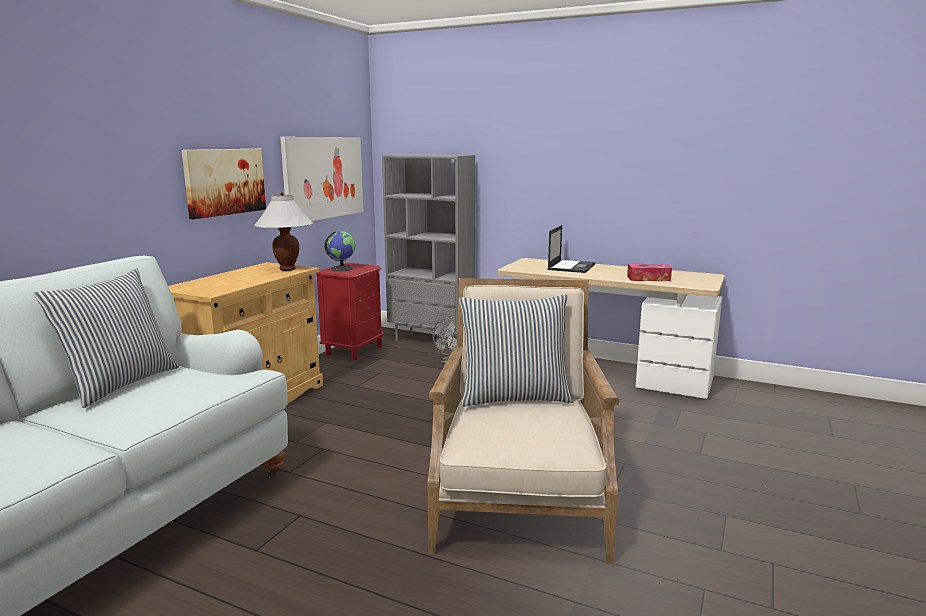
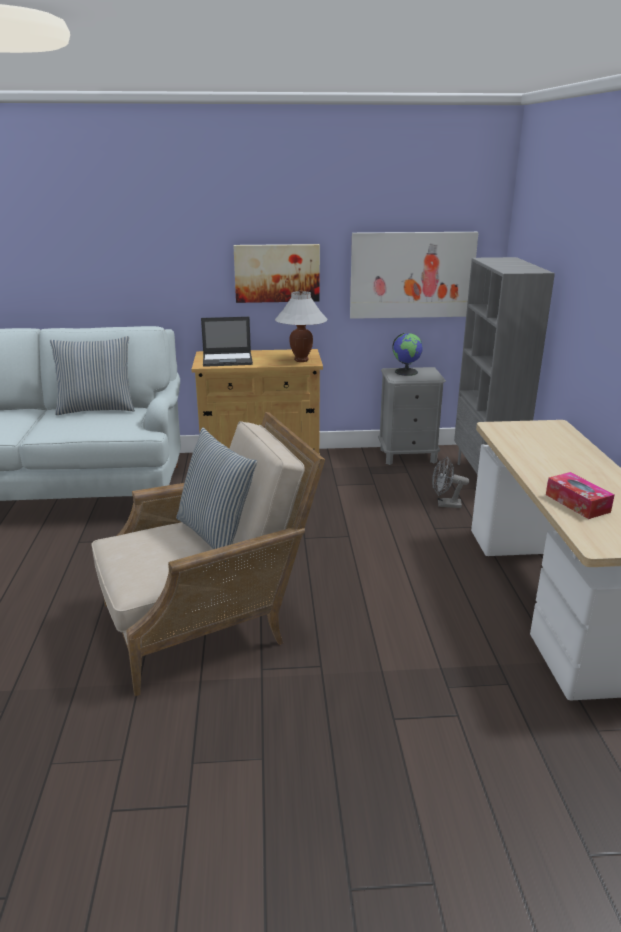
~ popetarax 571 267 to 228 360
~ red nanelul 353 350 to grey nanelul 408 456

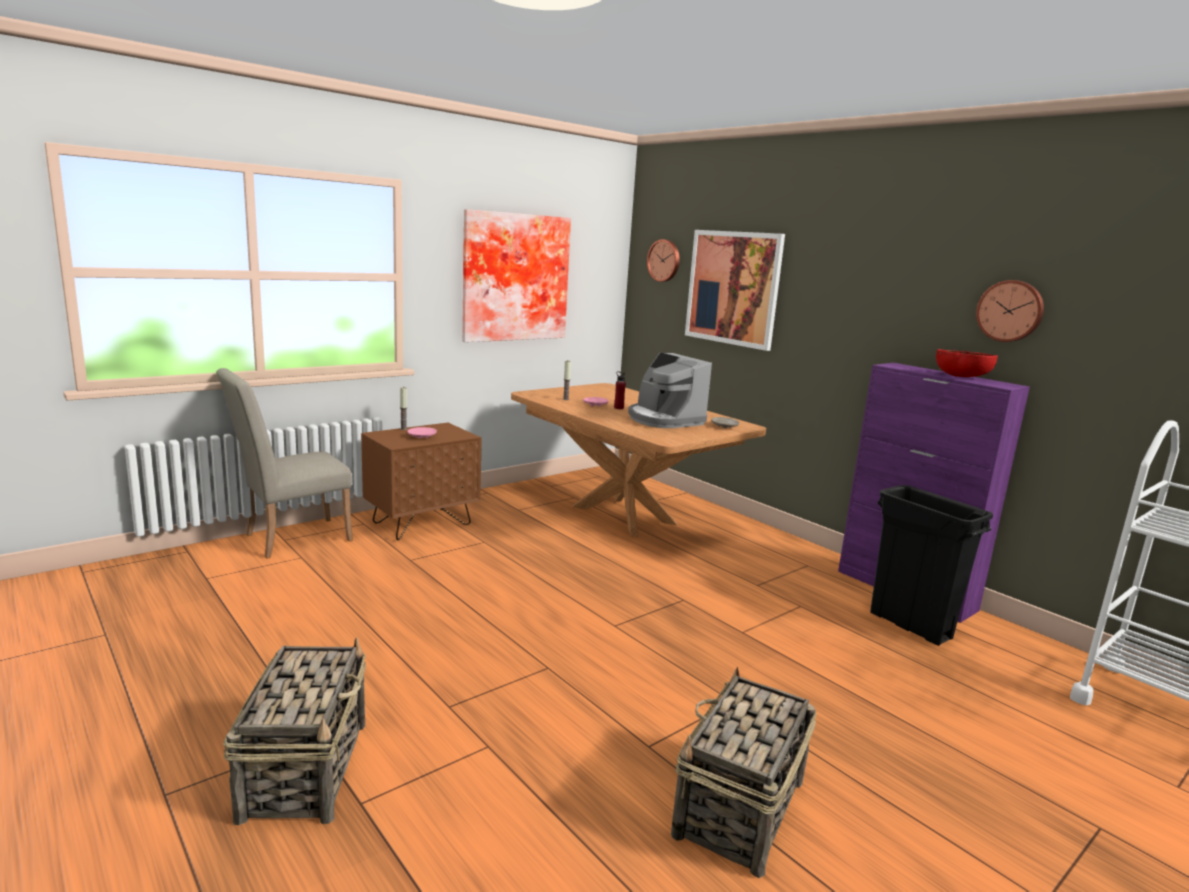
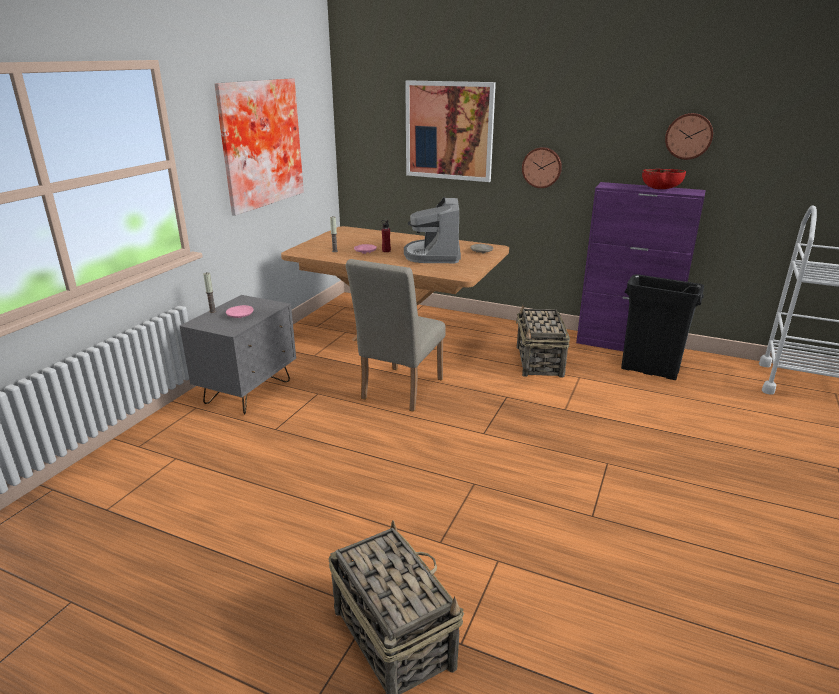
~ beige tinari 290 539 to 399 391
~ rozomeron 664 260 to 542 167
~ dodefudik 739 809 to 539 362
~ brown nanelul 422 524 to grey nanelul 248 392
~ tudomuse 664 419 = 433 255 60 degrees clockwise

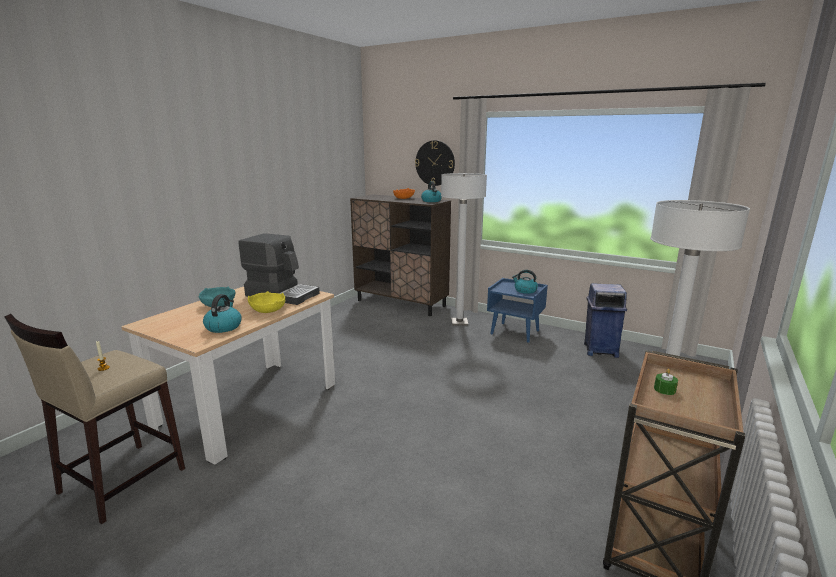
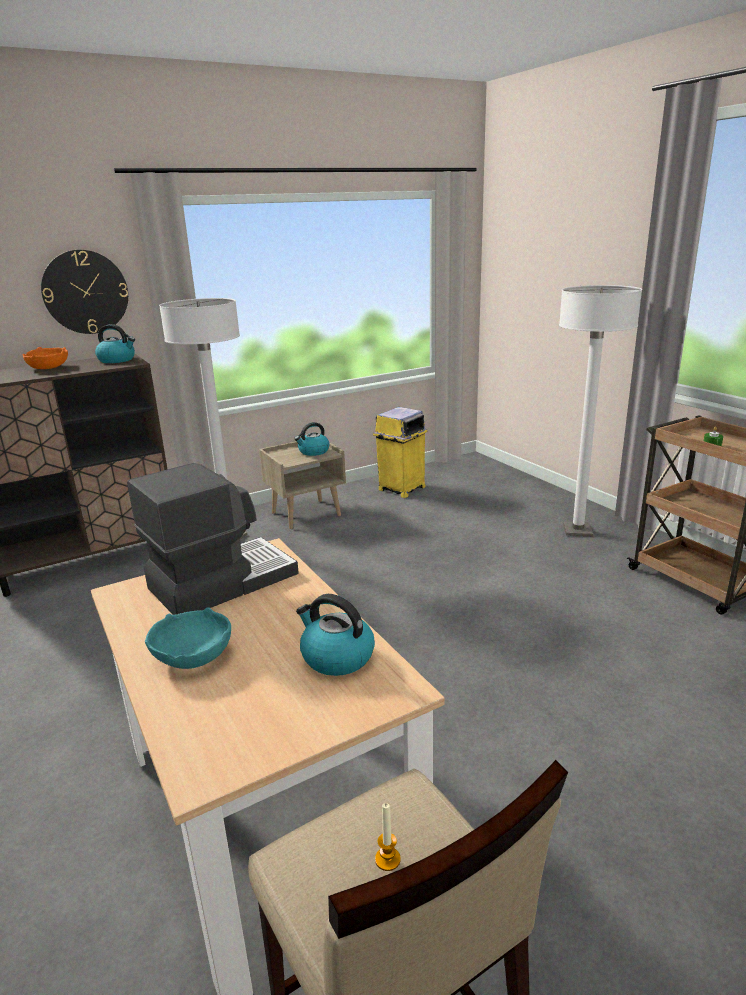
- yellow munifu 268 310
~ blue nanelul 515 332 to beige nanelul 306 514
~ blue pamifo 599 350 to yellow pamifo 401 489

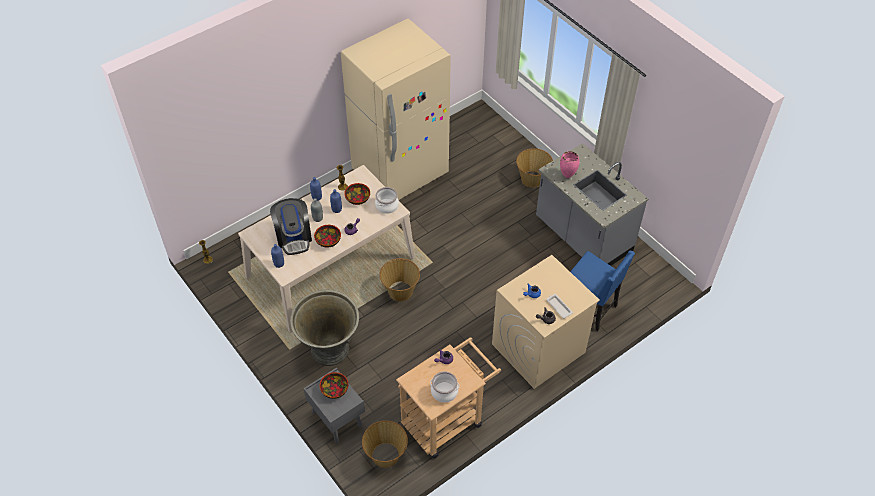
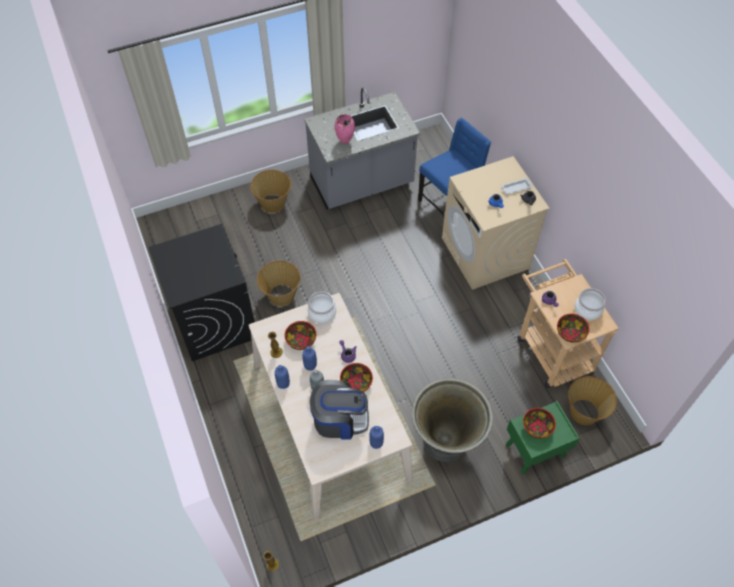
+ munifu 570 333
~ dodefudik 400 291 to 281 295
~ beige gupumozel 400 173 to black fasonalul 214 320
~ grey nanelul 336 418 to green nanelul 534 451

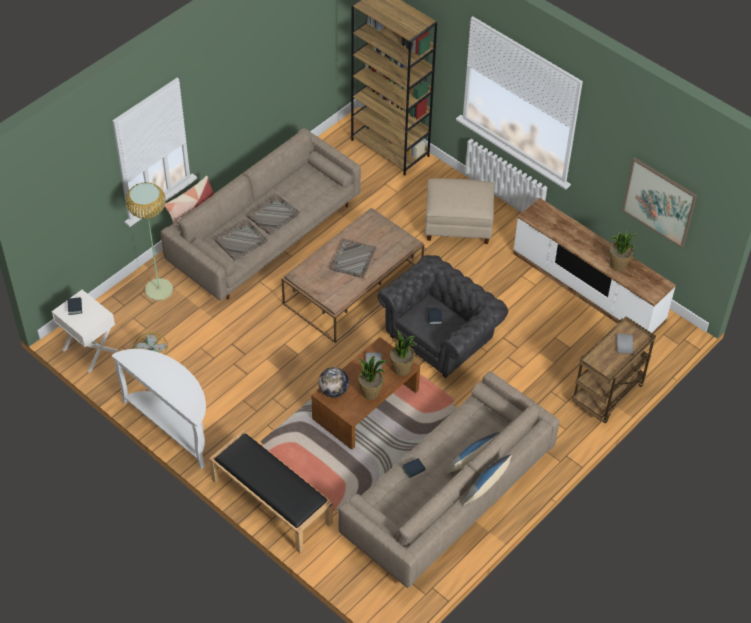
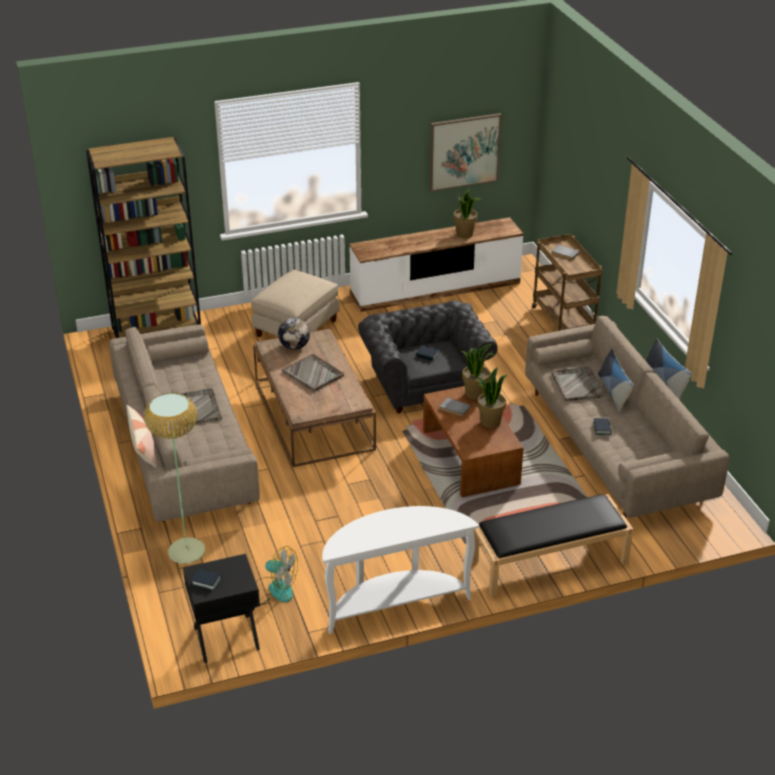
~ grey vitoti 241 240 to 577 385
~ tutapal 333 391 to 294 347
~ white nanelul 89 351 to black nanelul 226 638

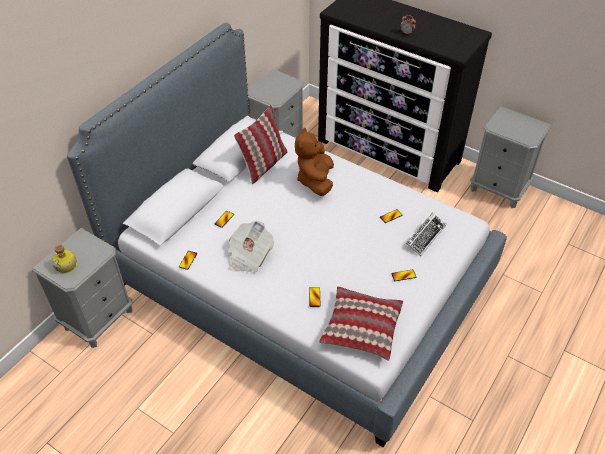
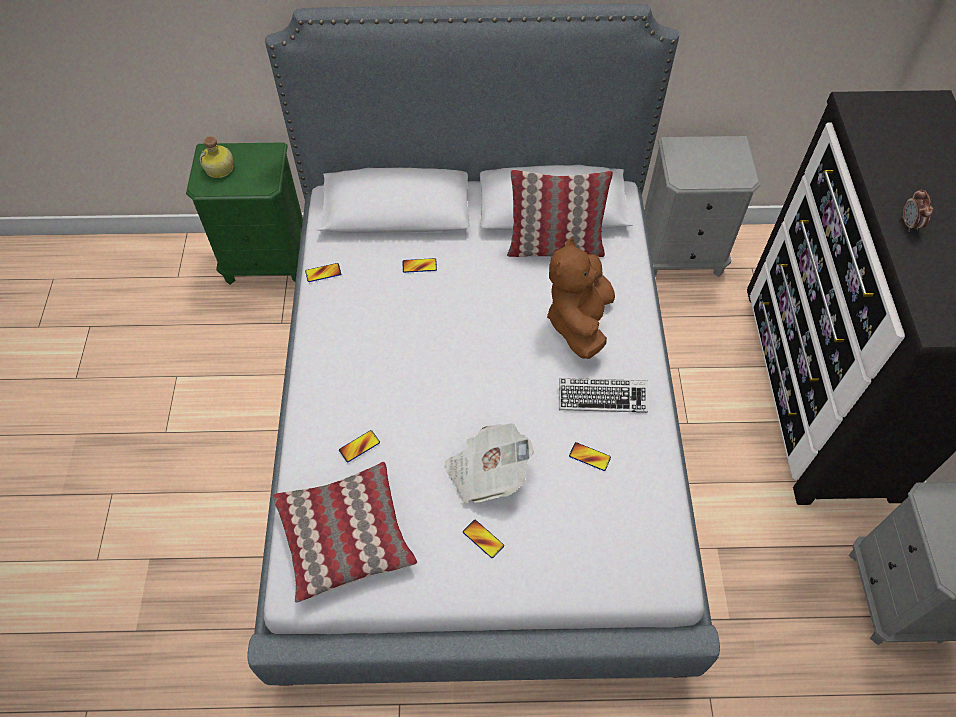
~ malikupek 249 256 to 487 472
~ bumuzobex 425 236 to 602 397
~ grey nanelul 98 318 to green nanelul 267 260
~ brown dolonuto 315 180 = 579 321 45 degrees counterclockwise

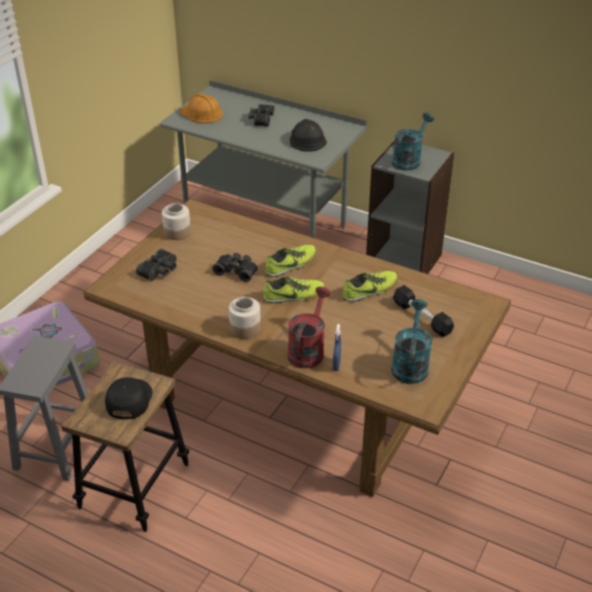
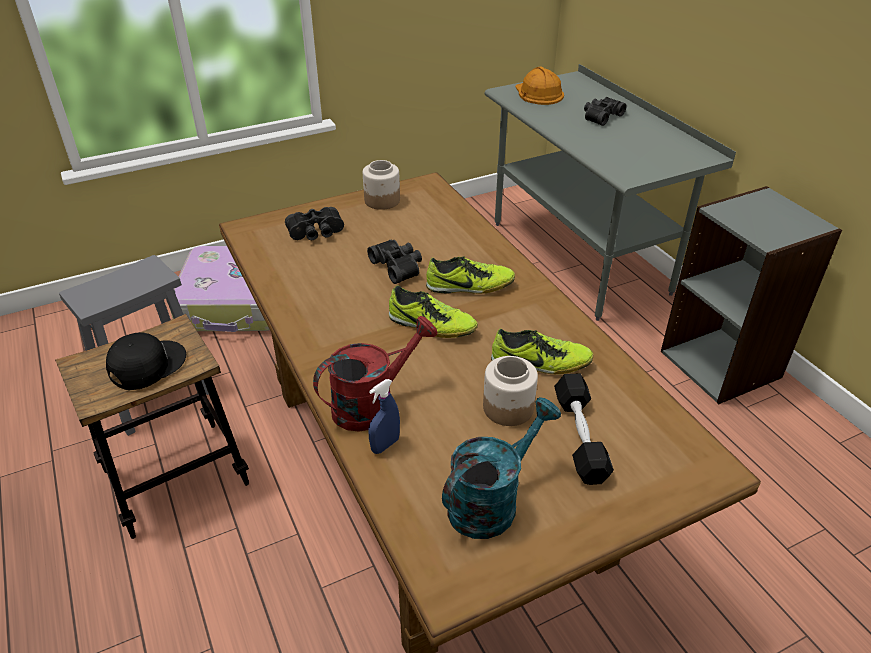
- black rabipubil 306 139
- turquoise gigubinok 409 160
~ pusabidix 244 329 to 507 407

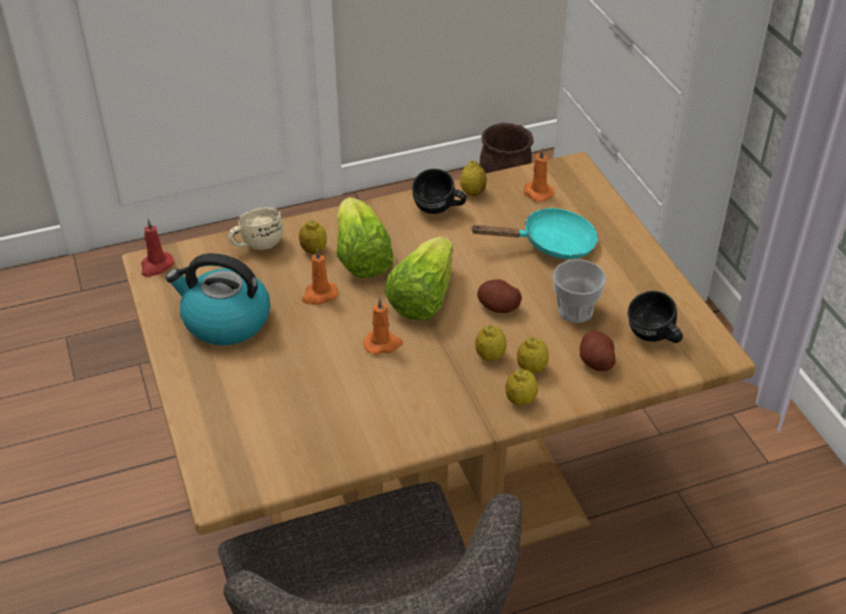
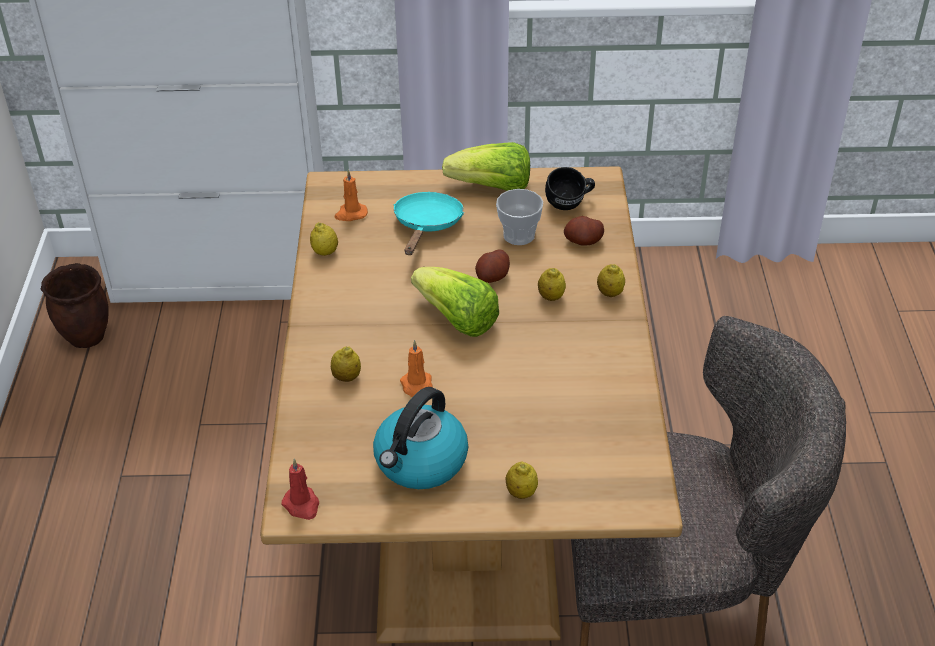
- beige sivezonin 256 244
- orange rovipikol 383 344
- black sivezonin 438 210
~ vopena 361 257 to 492 187
~ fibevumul 531 368 to 521 492

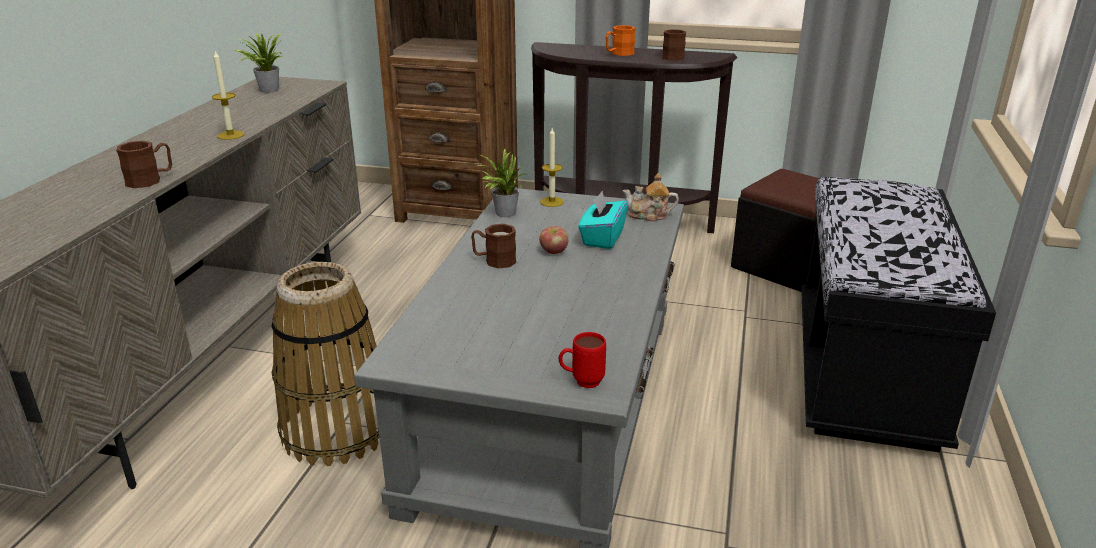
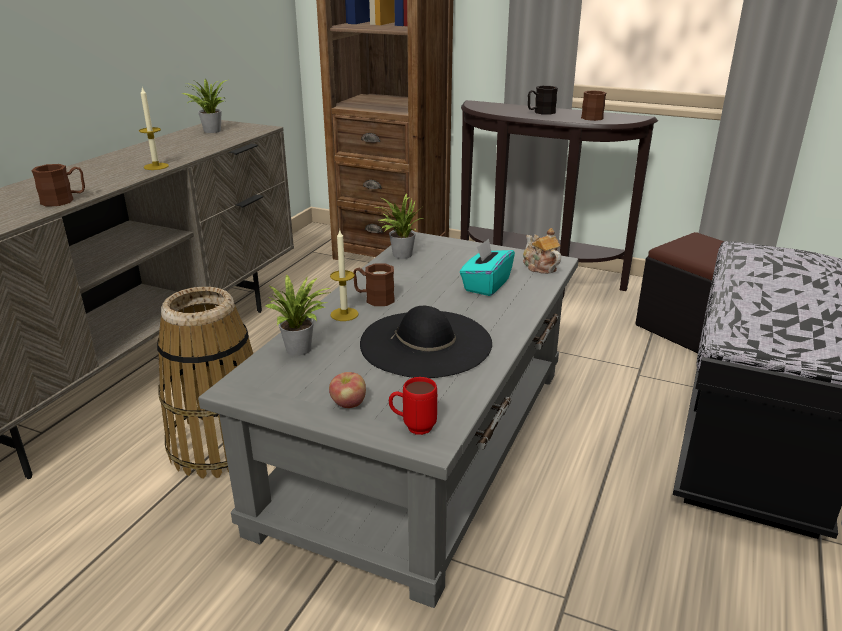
+ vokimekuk 302 349
+ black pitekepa 426 343
~ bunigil 554 252 to 349 404
~ rovipikol 552 202 to 344 314
~ orange sivezonin 619 53 to black sivezonin 540 112
~ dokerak 648 215 = 539 267 45 degrees clockwise

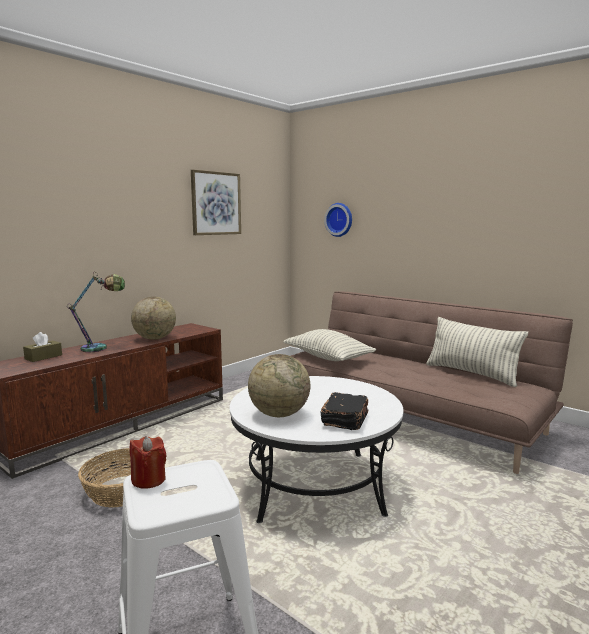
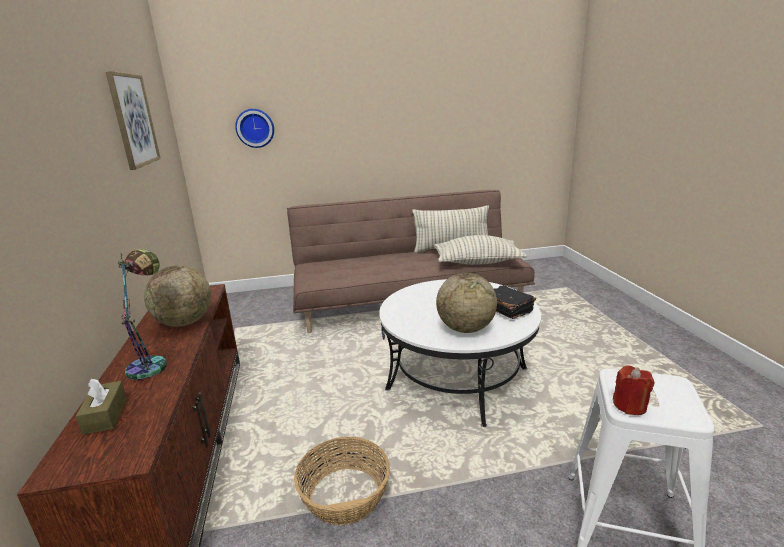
~ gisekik 328 358 to 477 262

